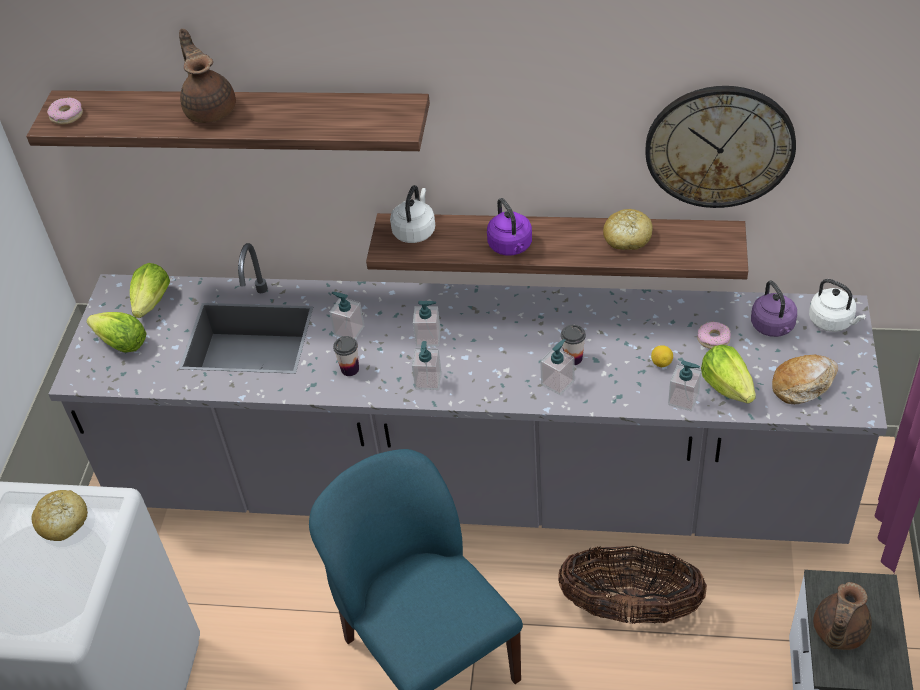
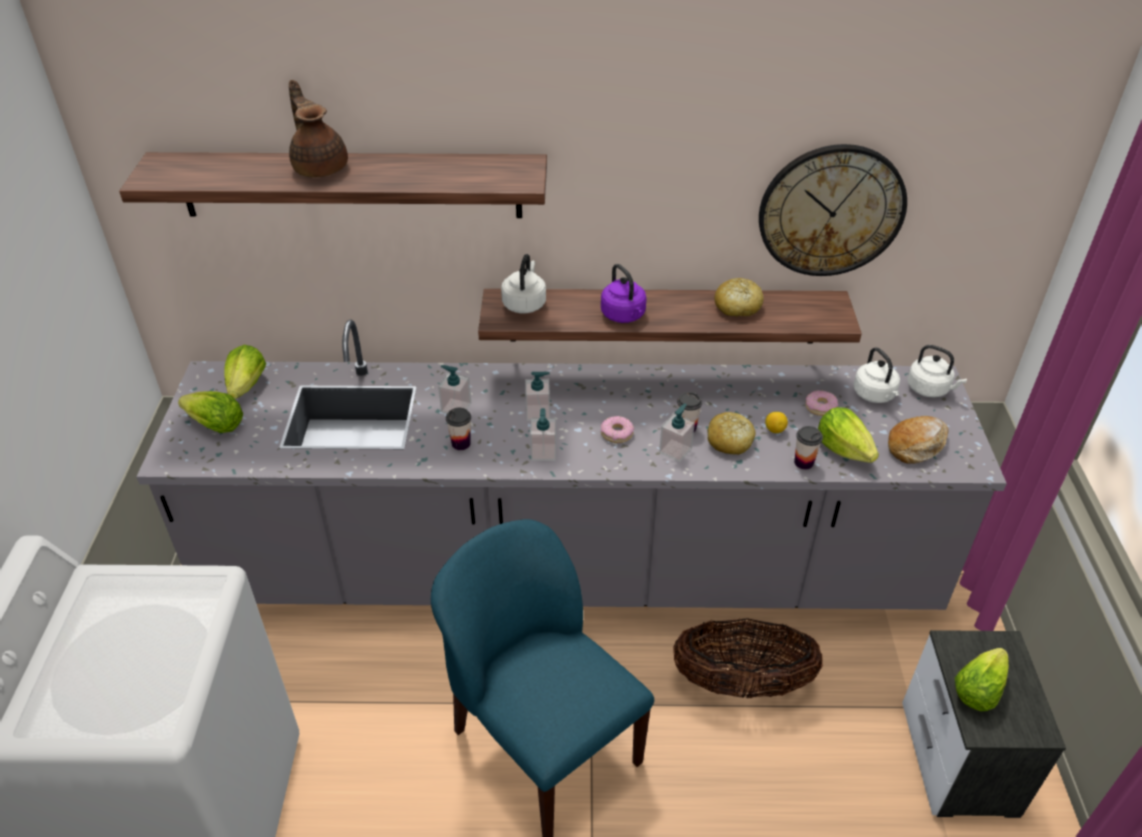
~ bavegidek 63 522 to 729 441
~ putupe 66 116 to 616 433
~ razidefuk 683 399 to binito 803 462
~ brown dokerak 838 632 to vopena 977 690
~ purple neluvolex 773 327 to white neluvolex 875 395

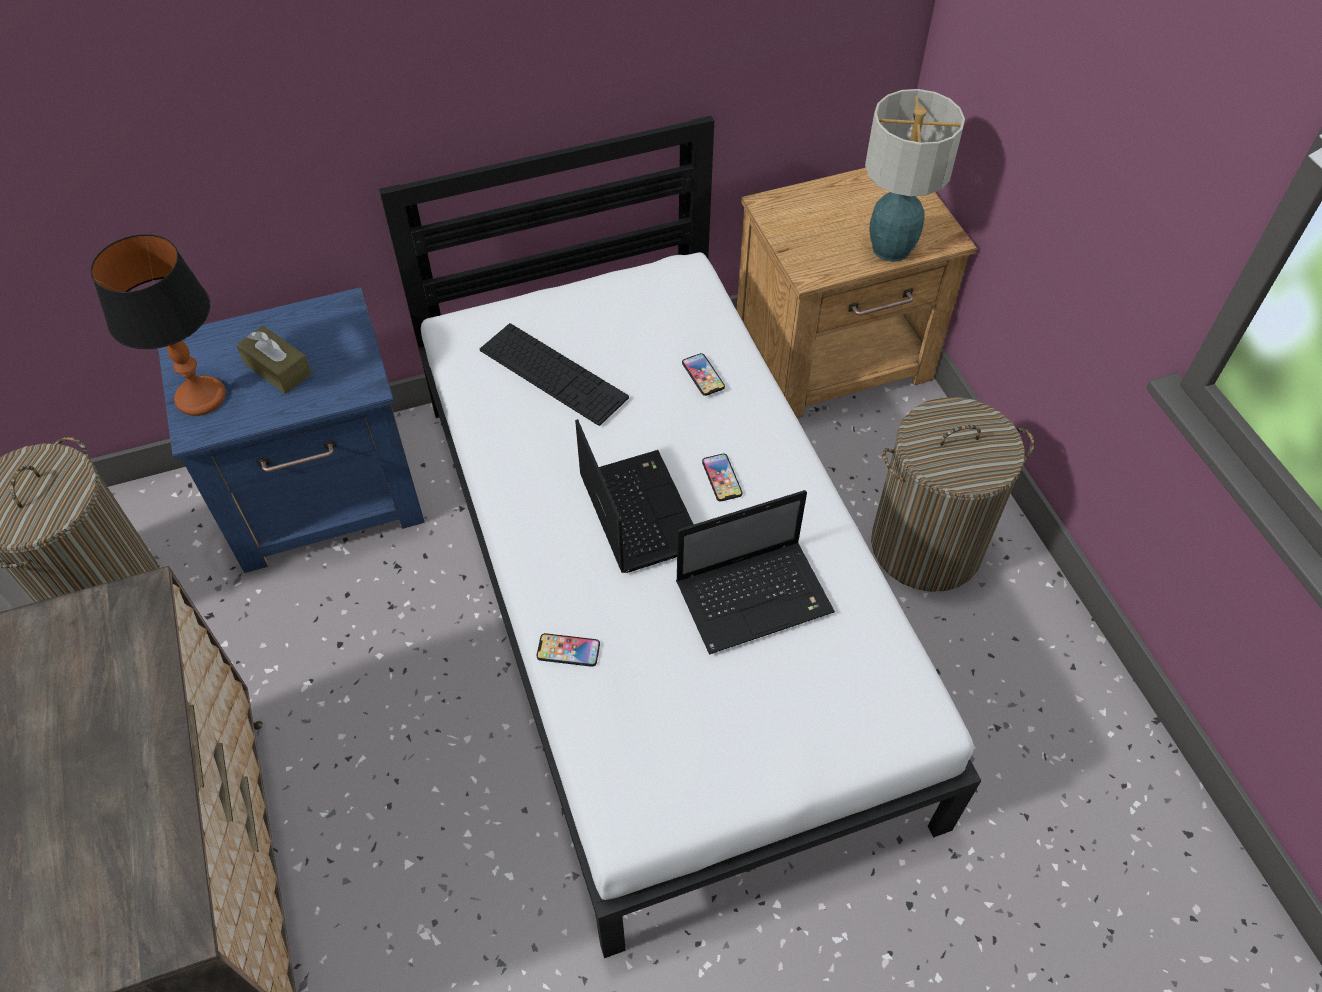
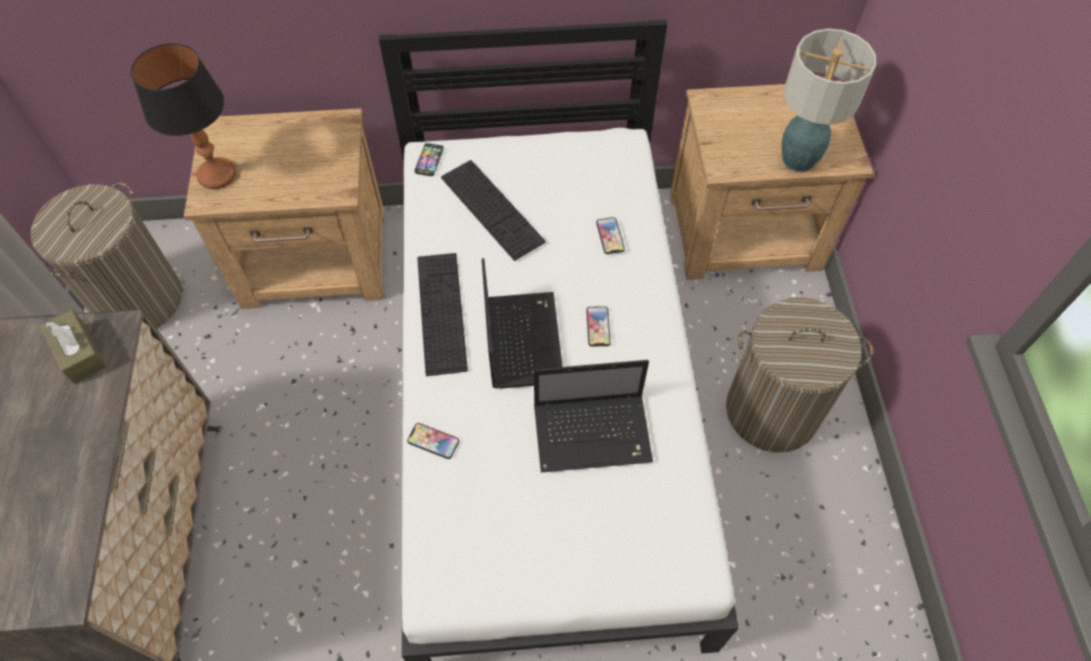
+ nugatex 429 160
+ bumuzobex 441 312
~ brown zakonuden 278 369 to 79 353
~ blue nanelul 327 494 to brown nanelul 317 260

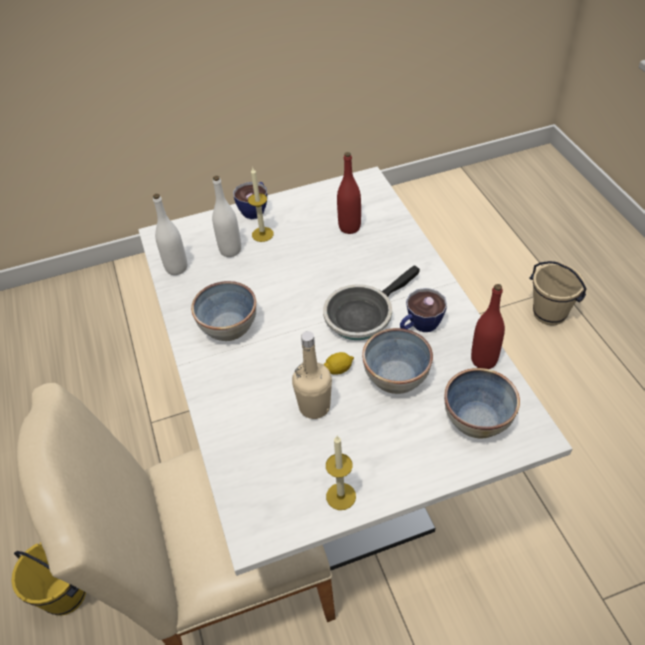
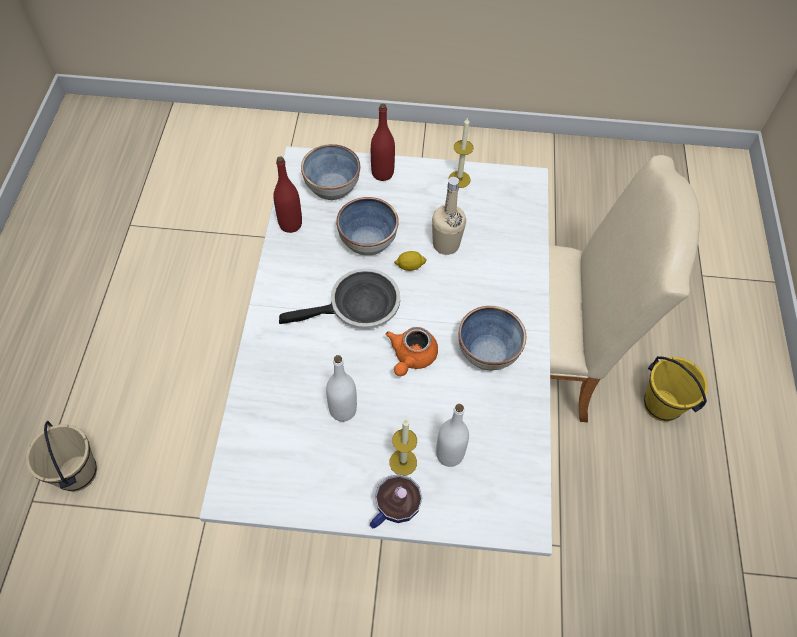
- binito 419 326
+ orange dokerak 411 357
~ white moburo 176 268 to 343 410
~ red moburo 349 227 to 382 173

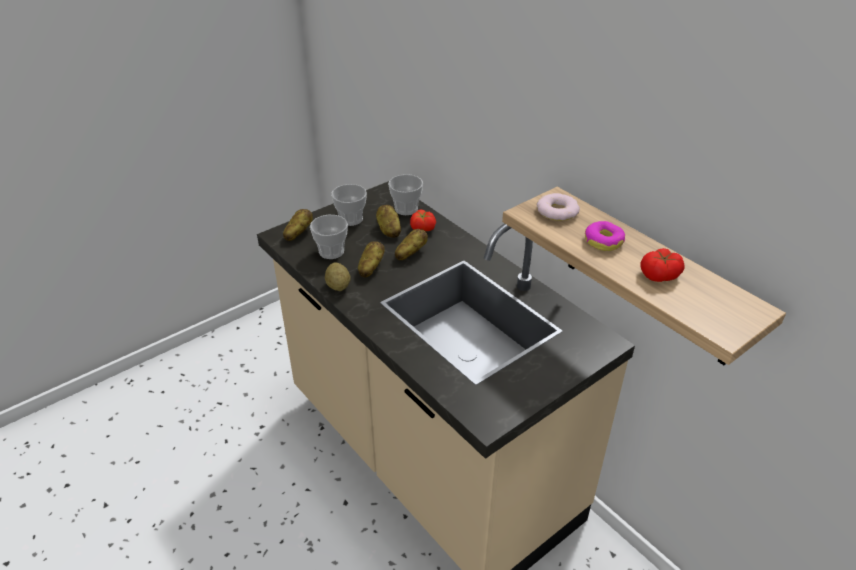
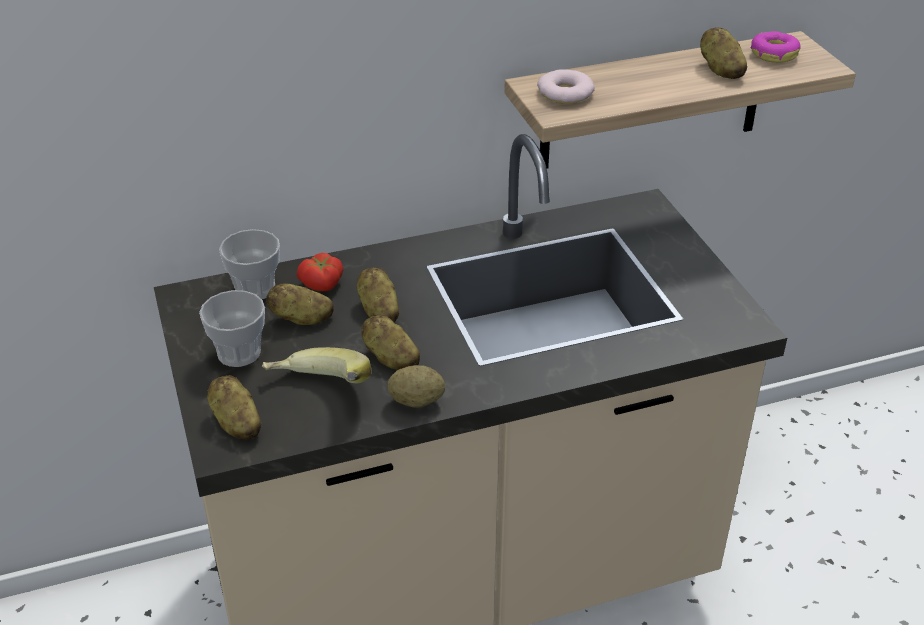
~ putupe 603 241 to 773 54
~ binito 331 251 to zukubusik 318 392
~ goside 660 275 to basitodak 720 69

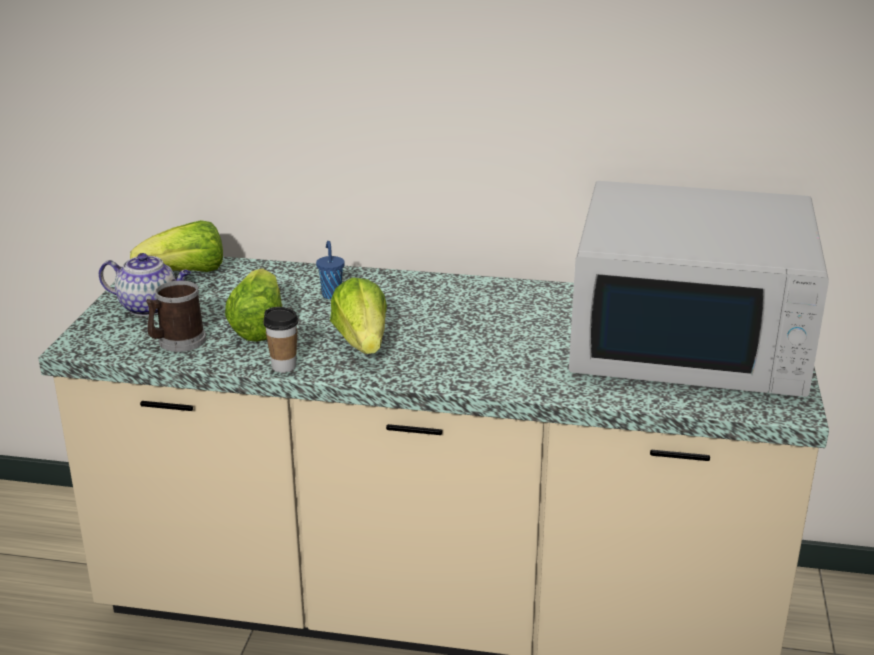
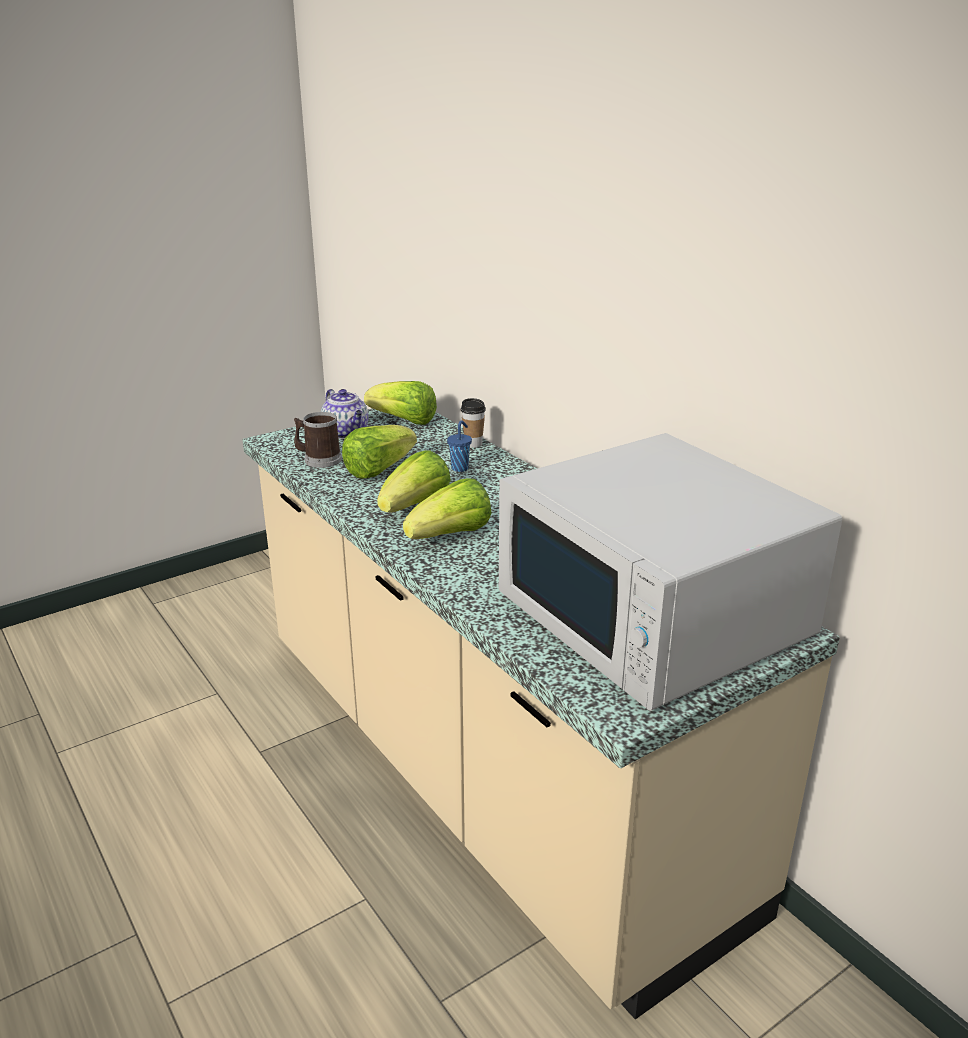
+ vopena 451 535
~ binito 284 366 to 473 444

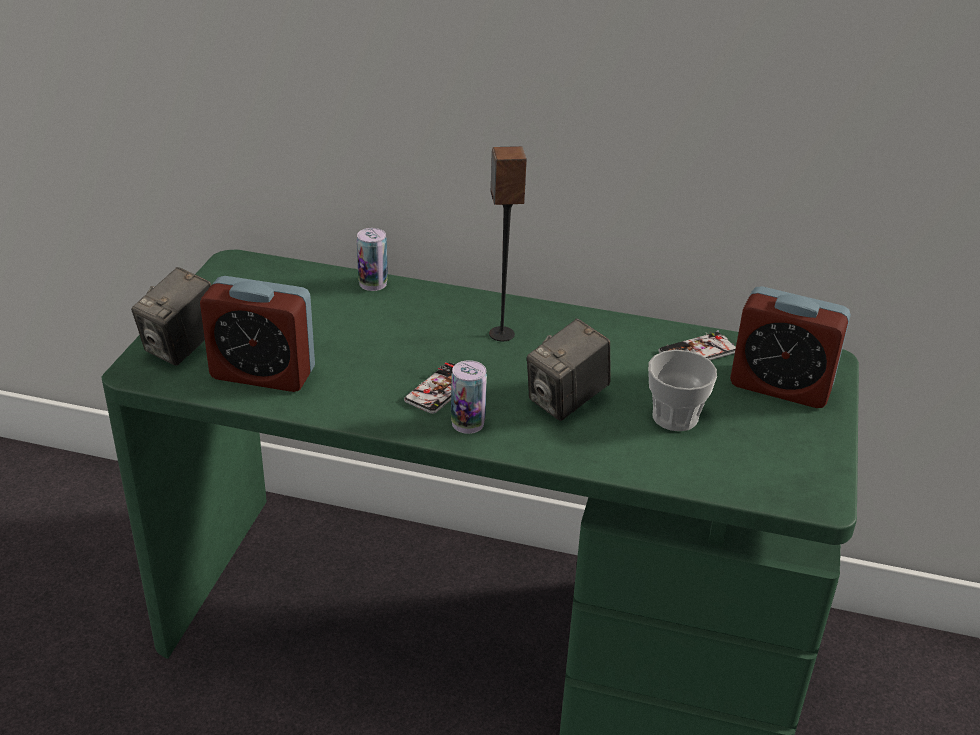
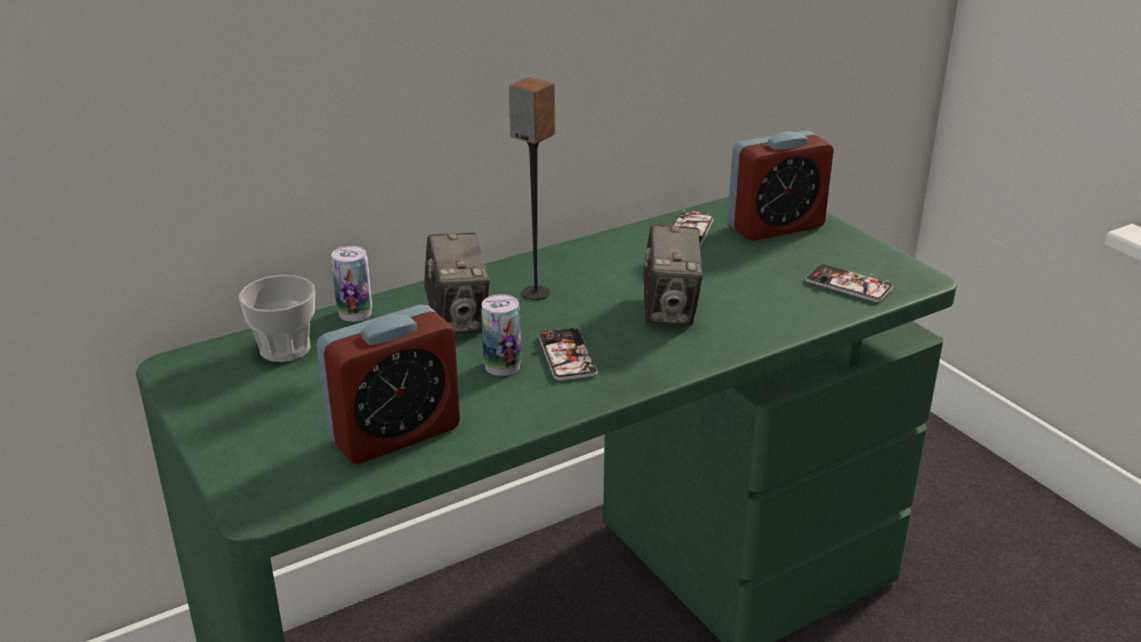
+ nugatex 848 285
~ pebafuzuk 182 347 to 458 319
~ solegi 468 423 to 502 366
~ binito 675 417 to 285 349

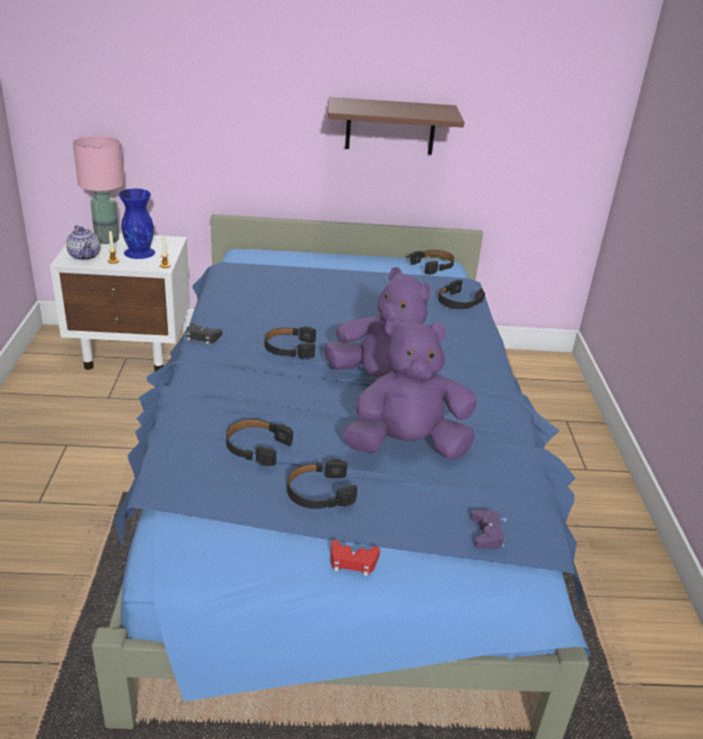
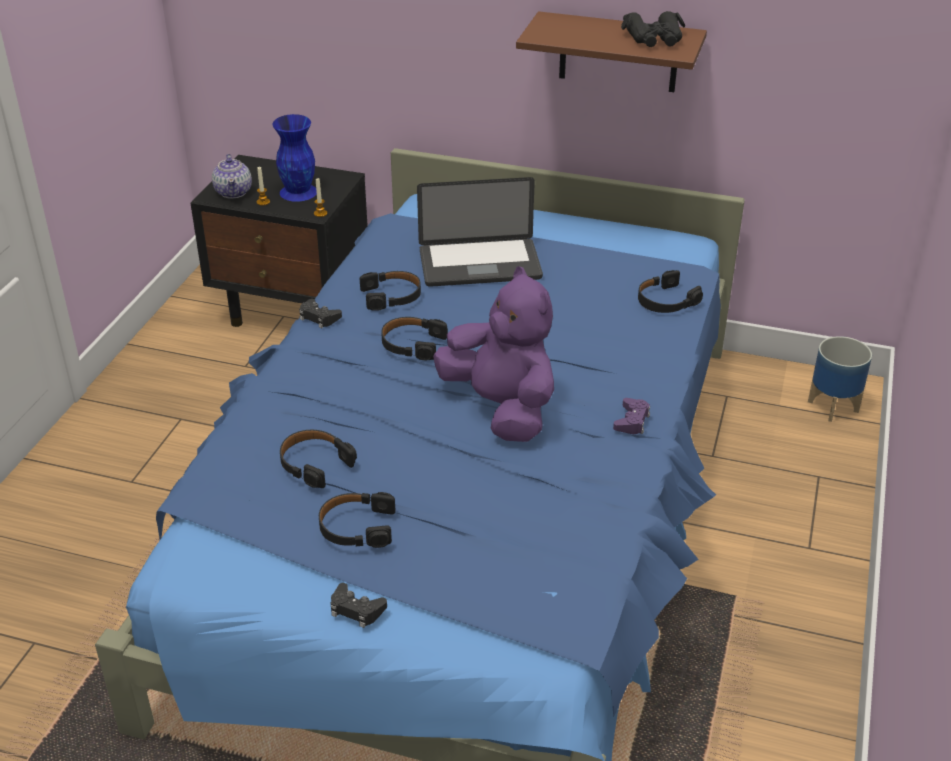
- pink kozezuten 107 240
- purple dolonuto 407 446
+ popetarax 480 265
+ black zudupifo 654 39
+ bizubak 833 407
~ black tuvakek 433 266 to 392 296
~ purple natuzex 486 534 to 632 421
~ white nanelul 133 352 to black nanelul 294 309
~ red natuzex 353 562 to black natuzex 356 610

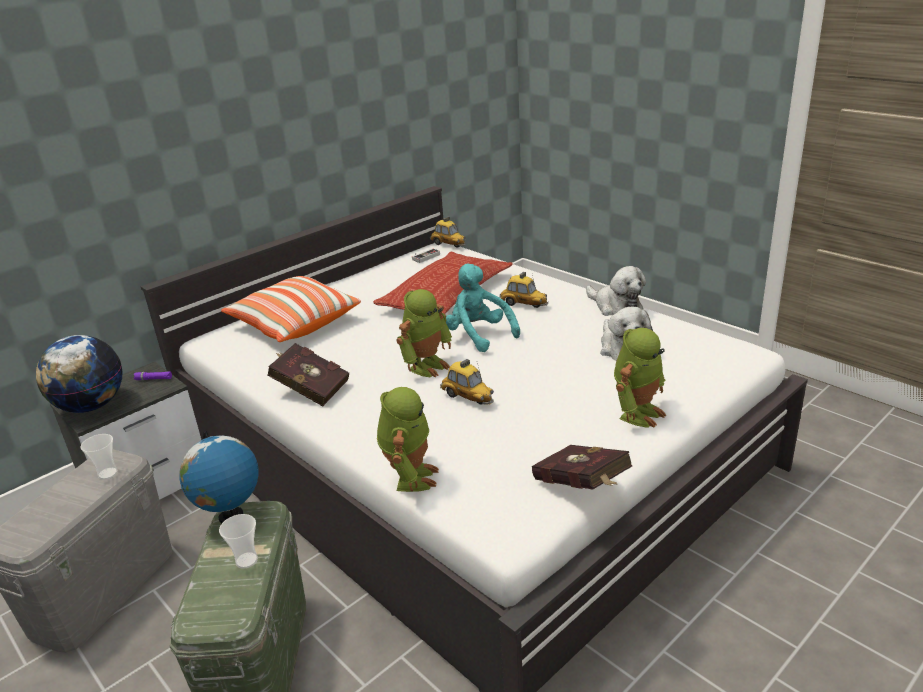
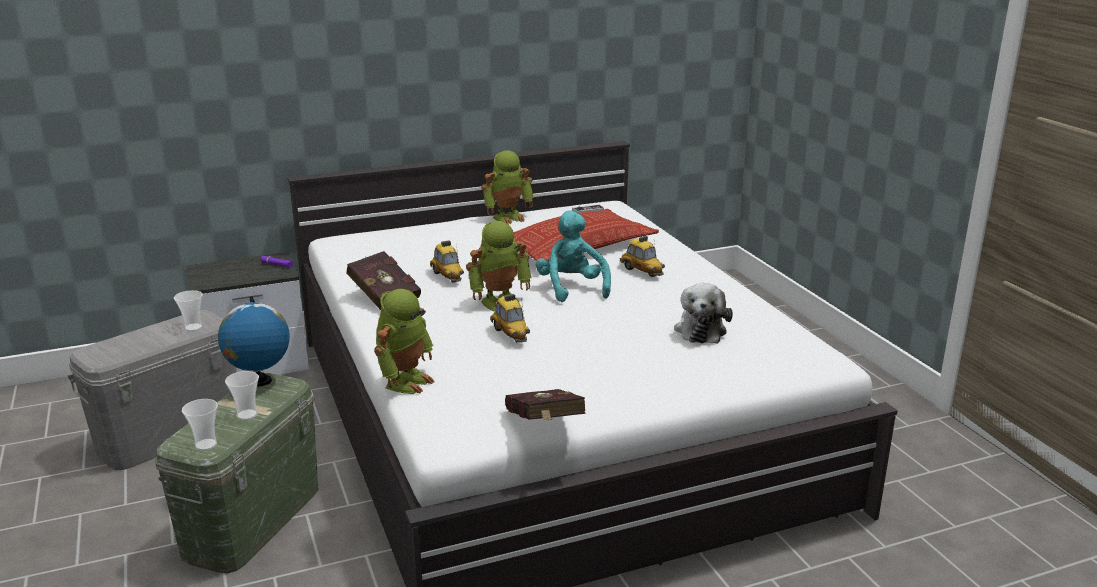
- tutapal 91 406
- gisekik 294 324
- dolonuto 615 307
+ binito 206 445
~ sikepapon 448 244 to 447 276
~ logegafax 637 413 to 508 217

